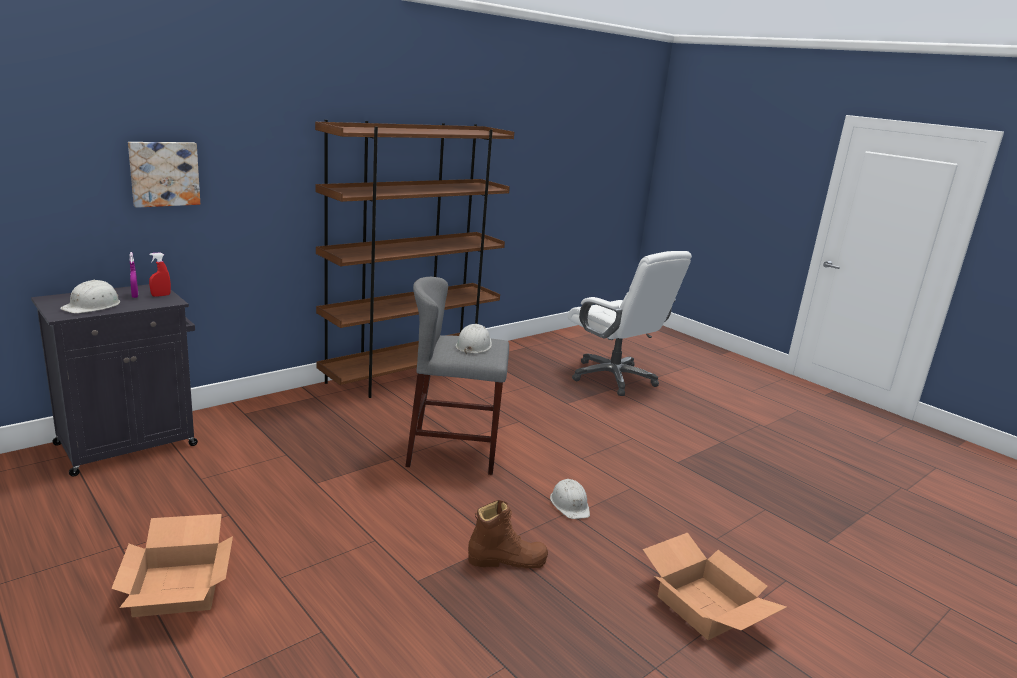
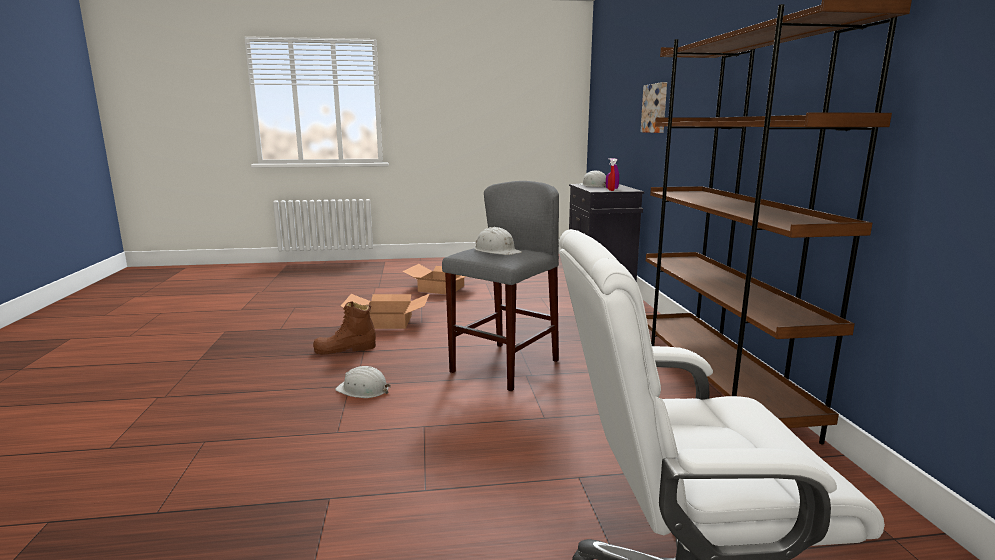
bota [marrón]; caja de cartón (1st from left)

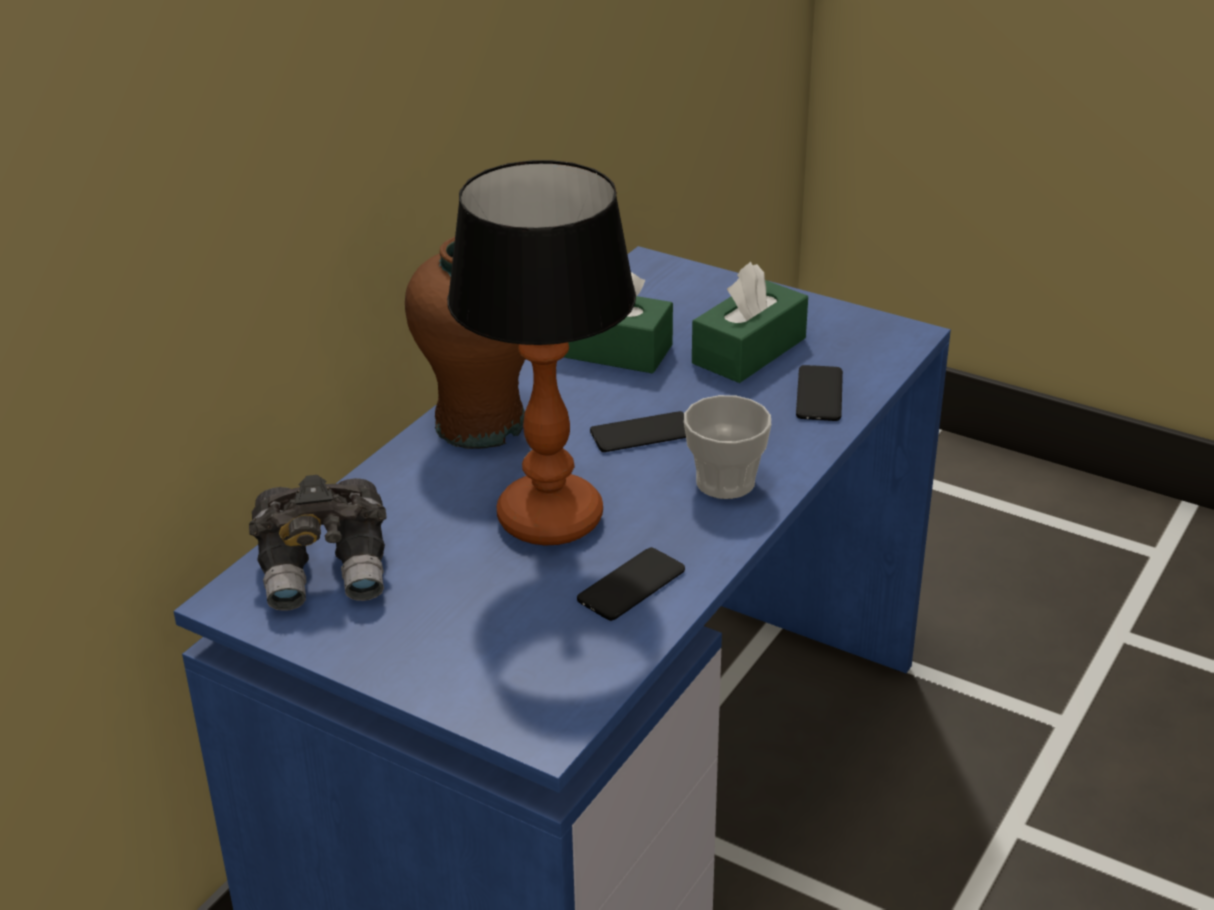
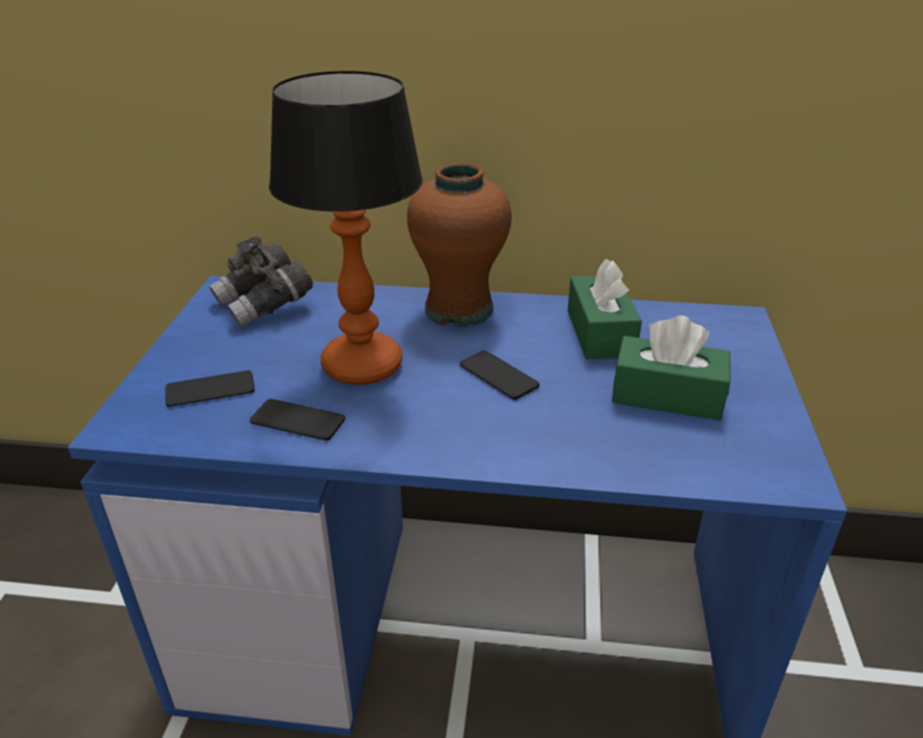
móvil (1st from left); taza

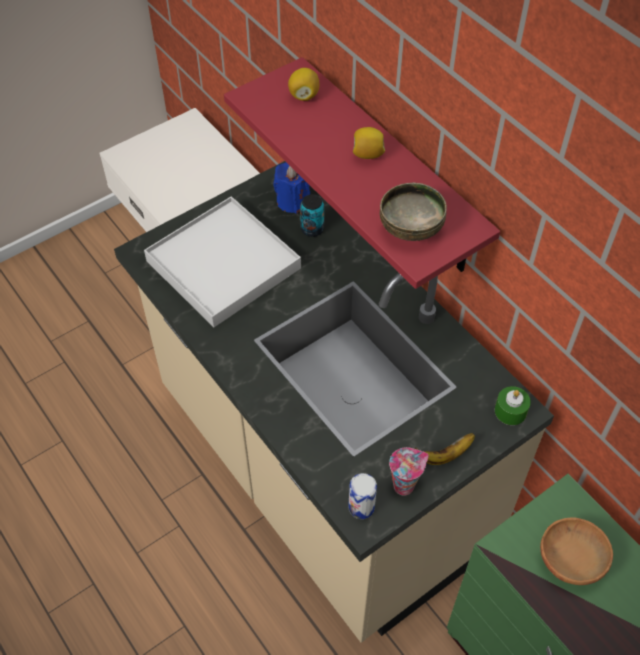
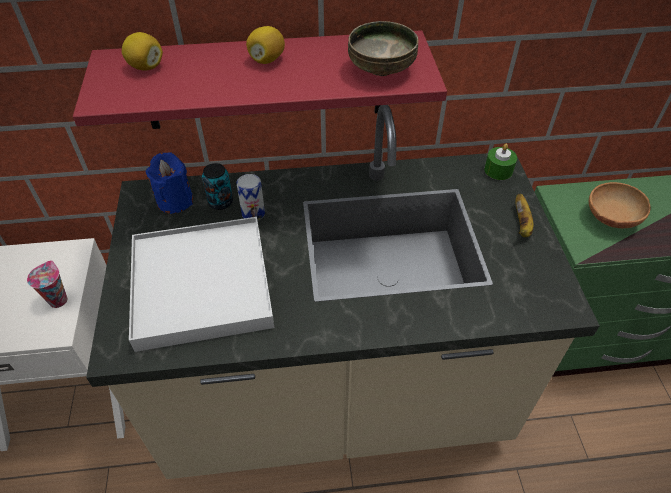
taza; lata (2nd from left)

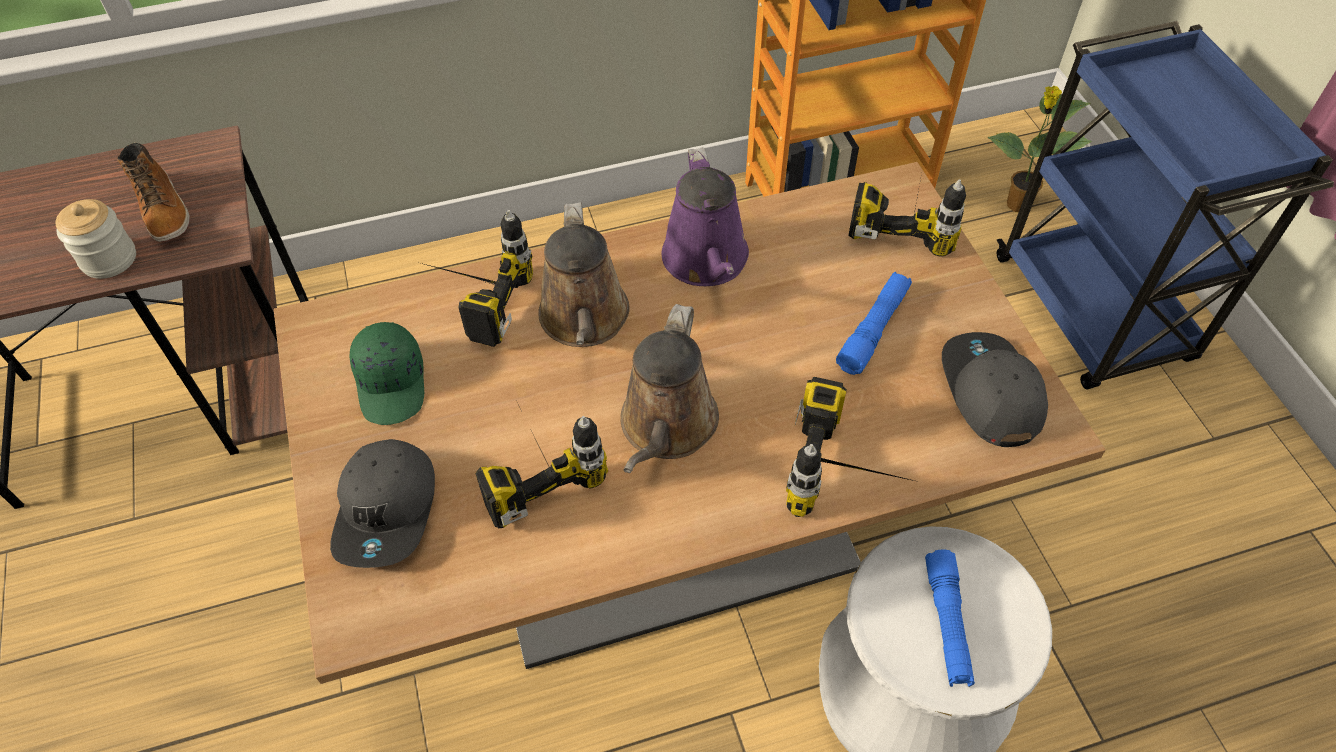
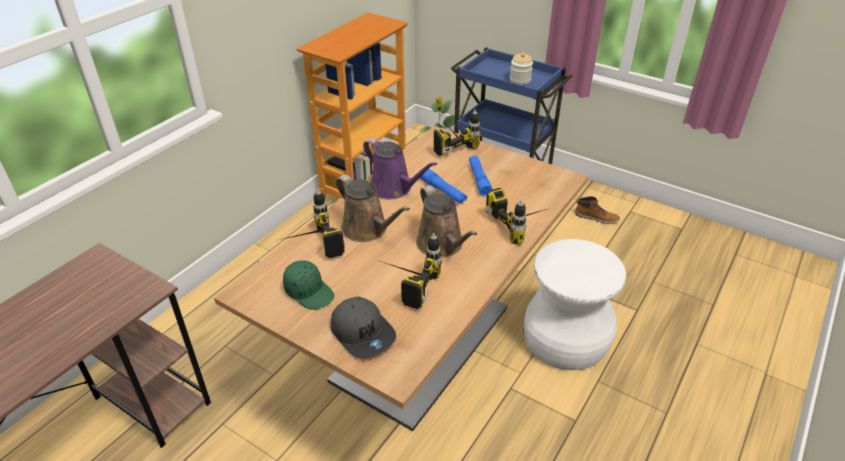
linterna [azul] (1st from left); tarro; bota; gorra [gris] (2nd from left in the first image)

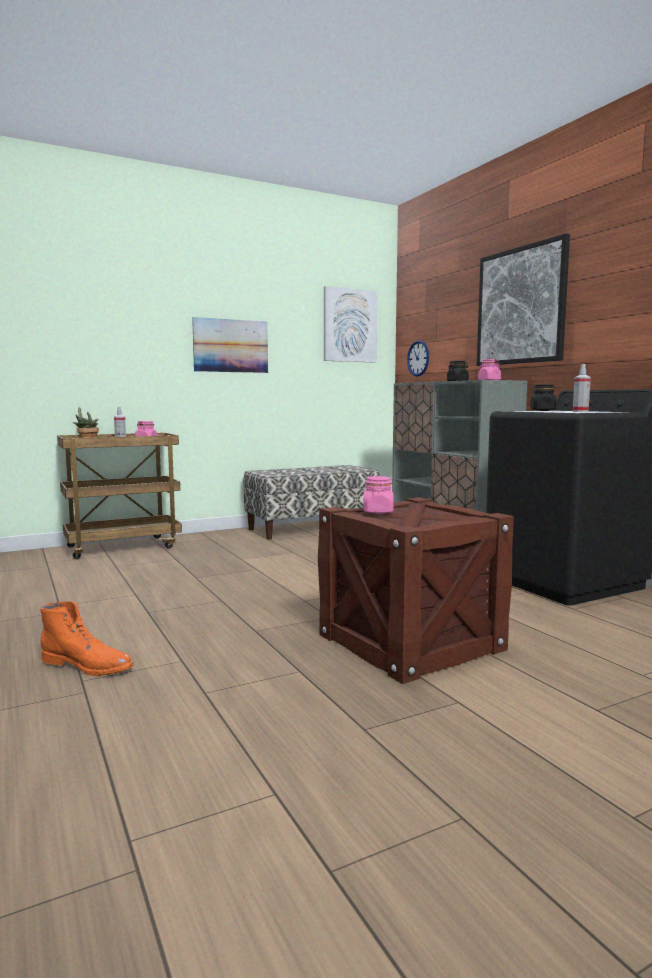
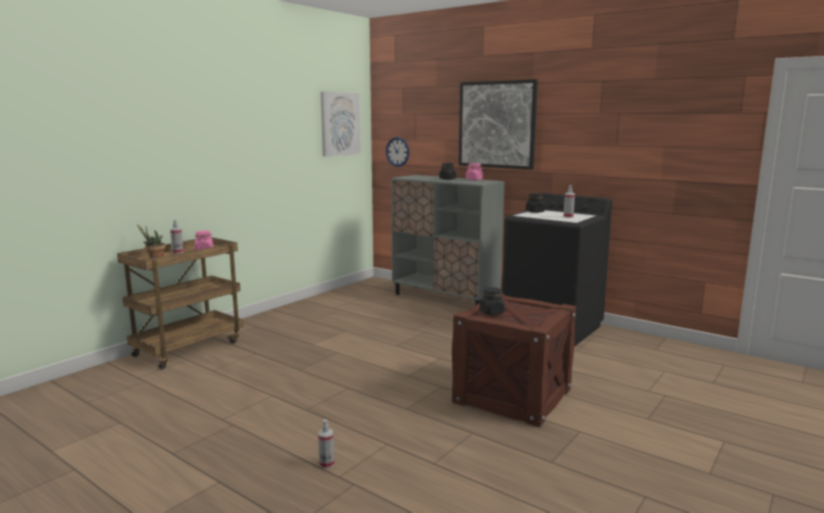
pulverizador (2nd from left); tarro [negro] (2nd from left); cuadro (1st from left in the first image); banco

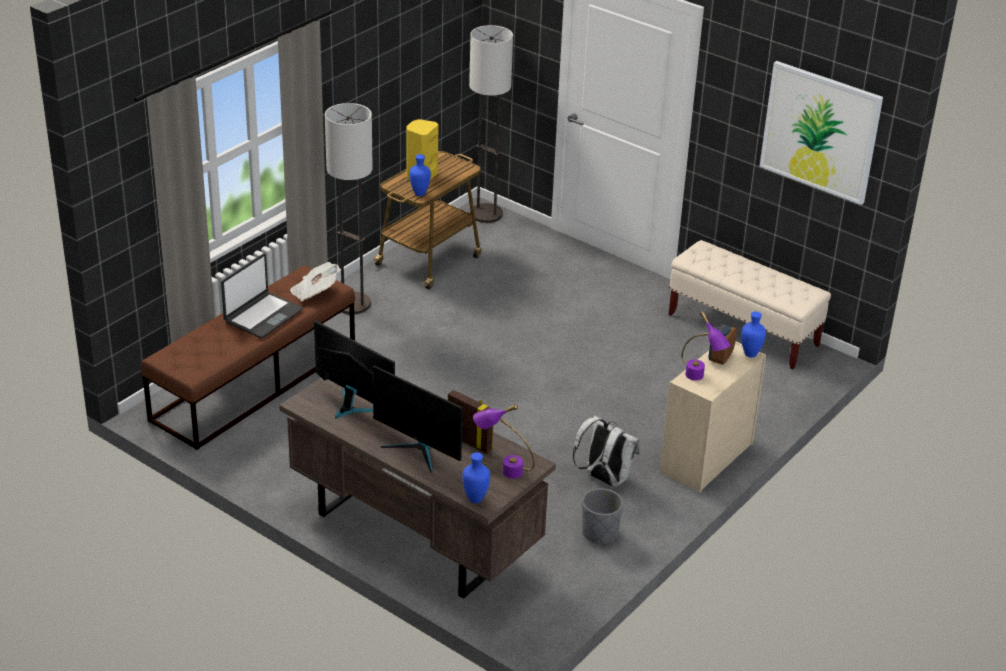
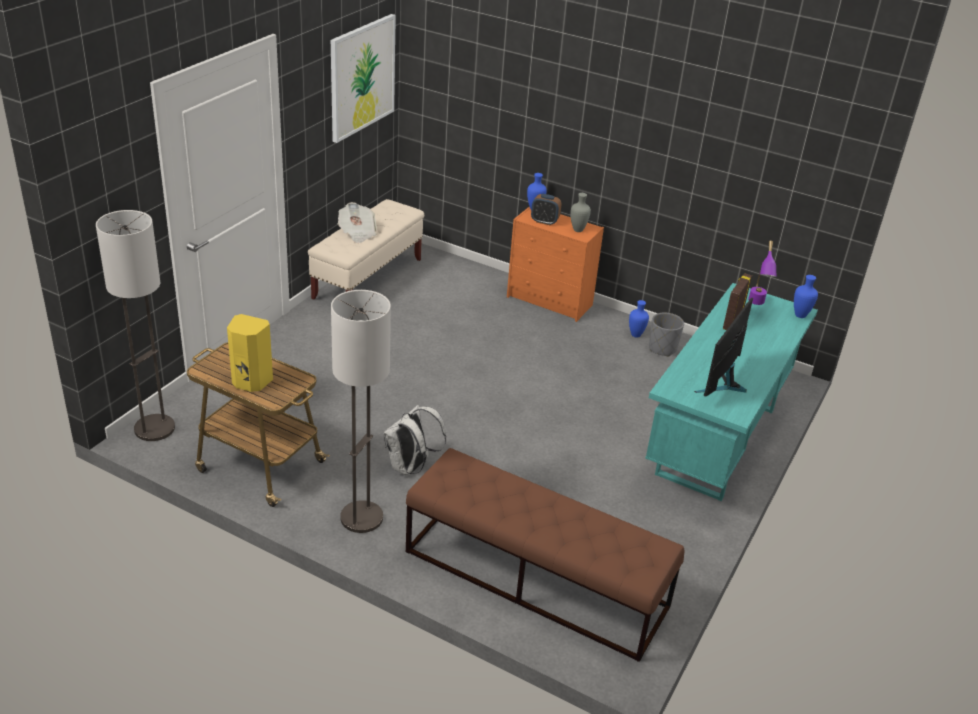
periódico; mochila [blanco]; cómoda [naranja]; florero [gris]; florero [azul] (2nd from left); escritorio [turquesa]; portátil; monitor (2nd from left in the first image)

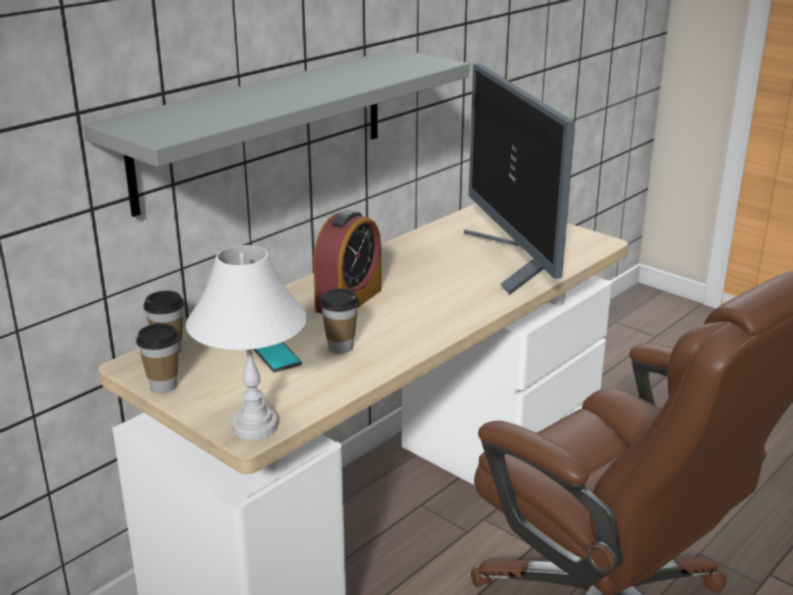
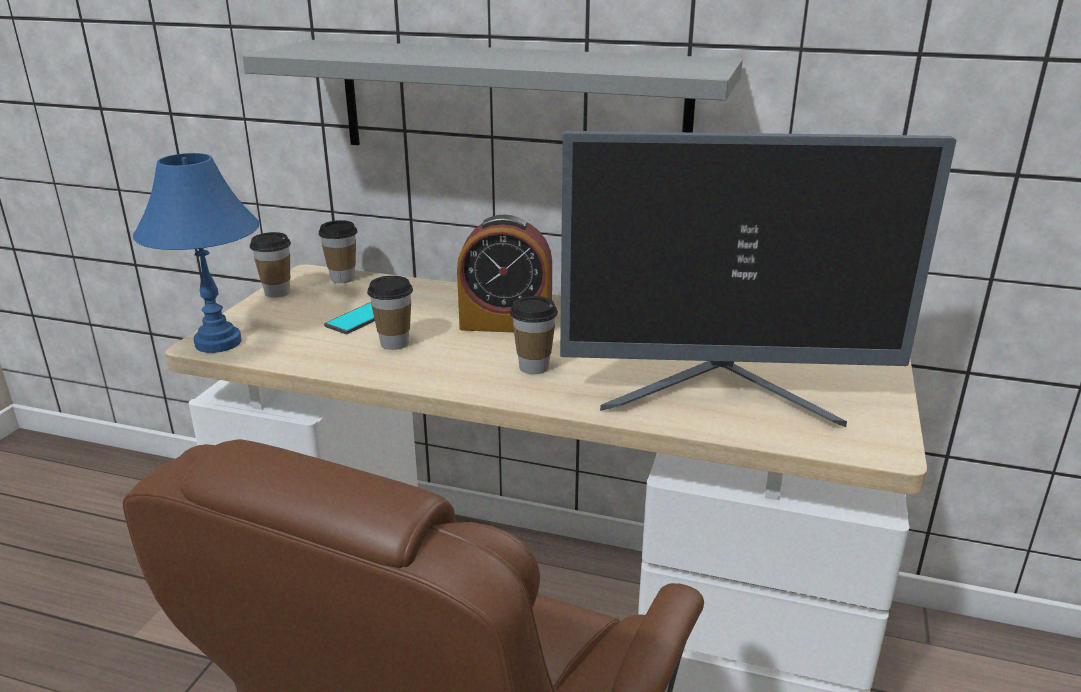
lámpara de mesa [azul]; taza (4th from left); monitor

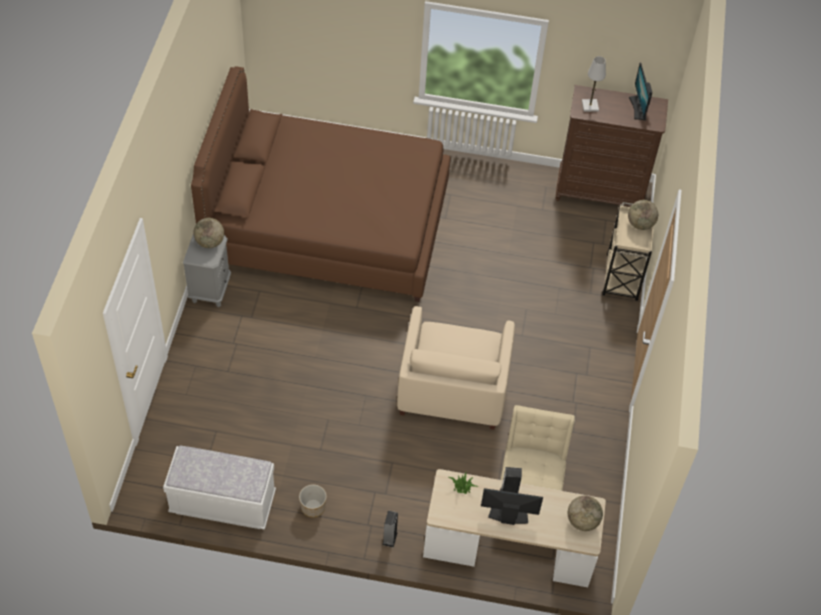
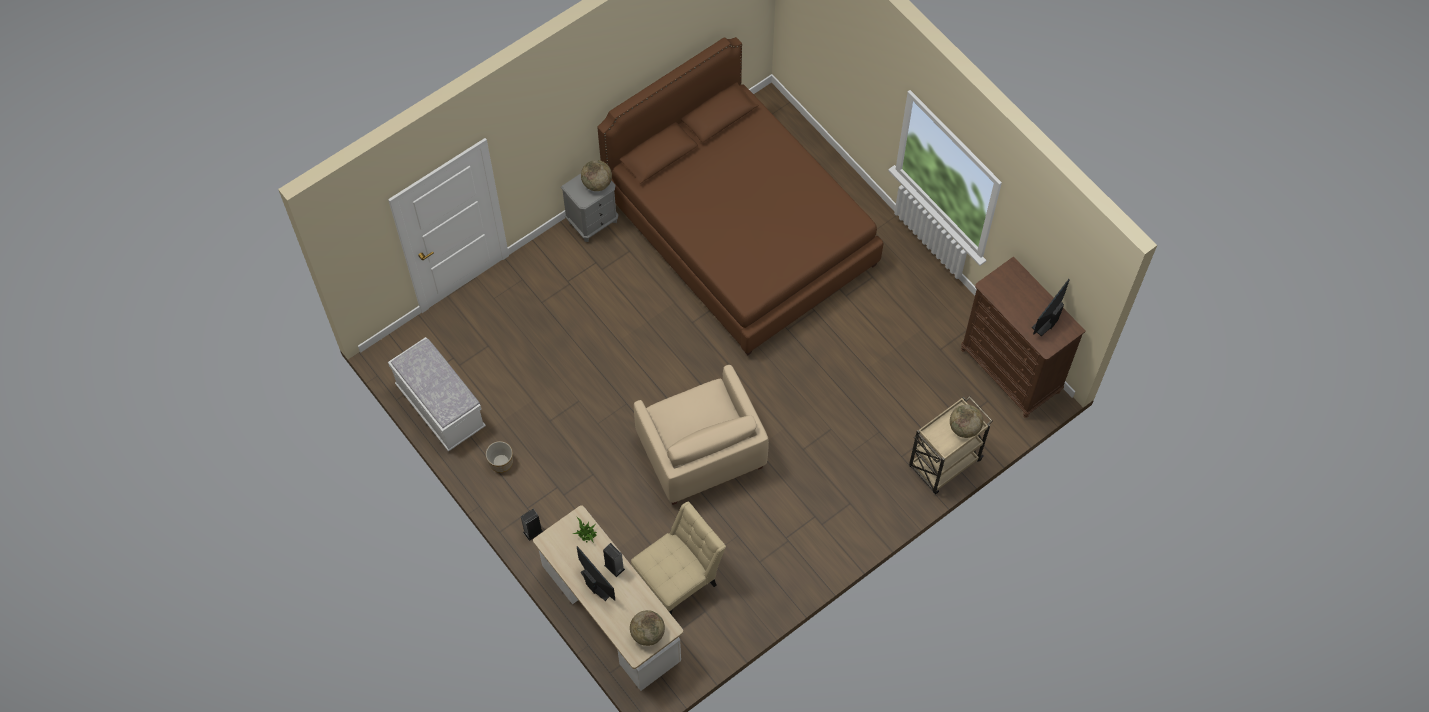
sillón [beis]; lámpara de mesa [blanco]

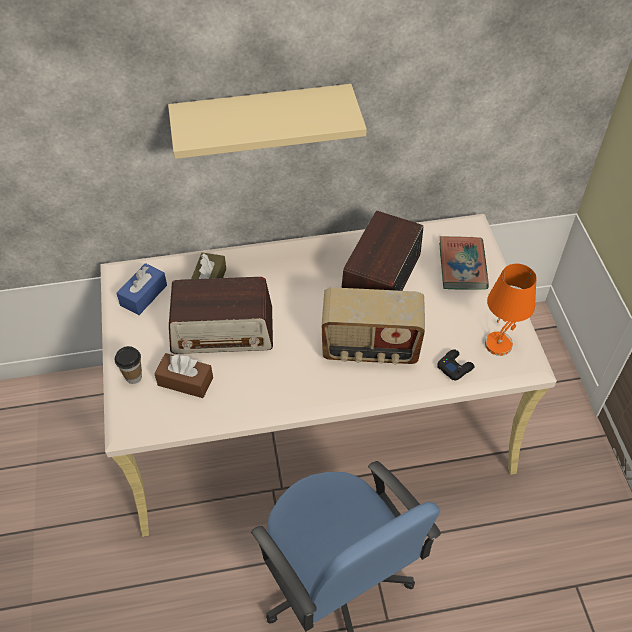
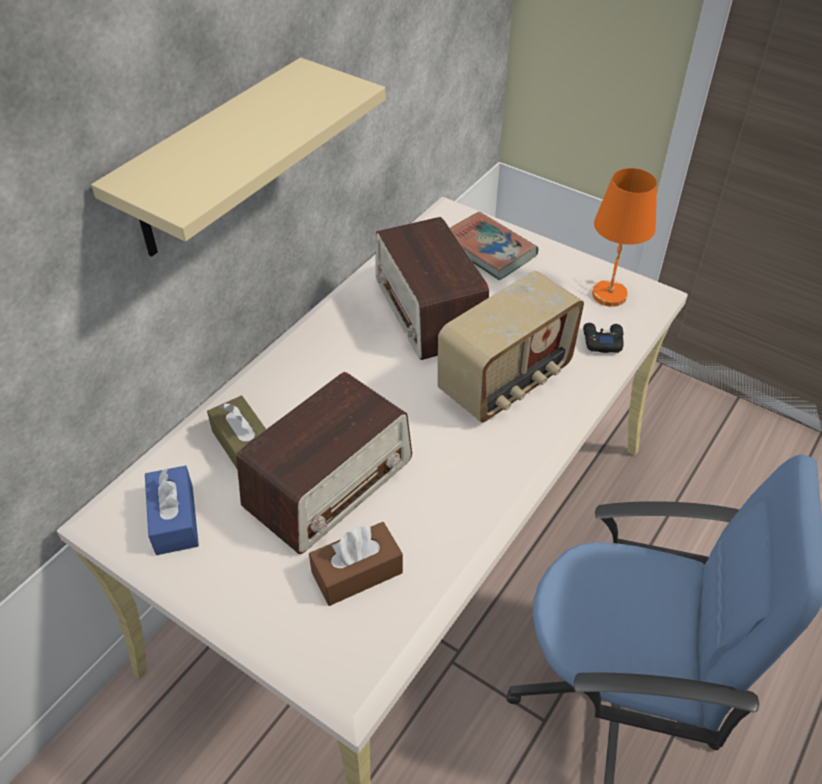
taza

